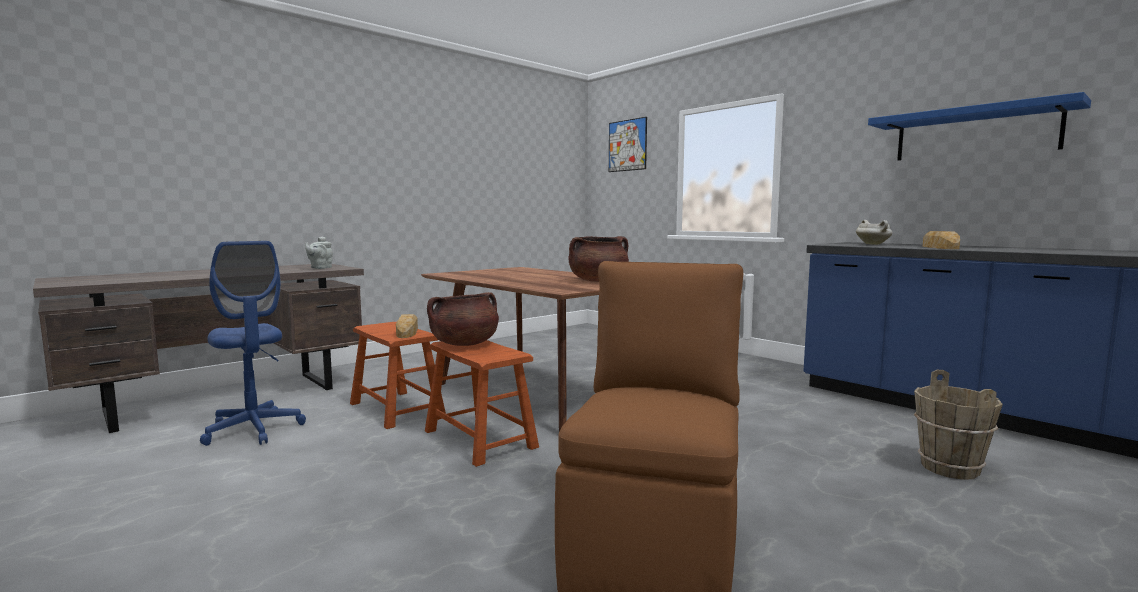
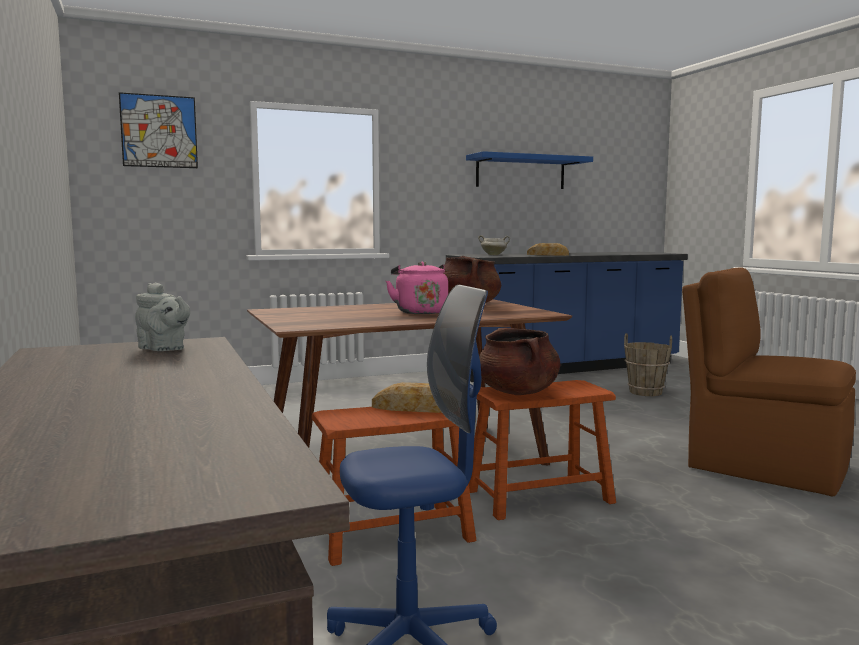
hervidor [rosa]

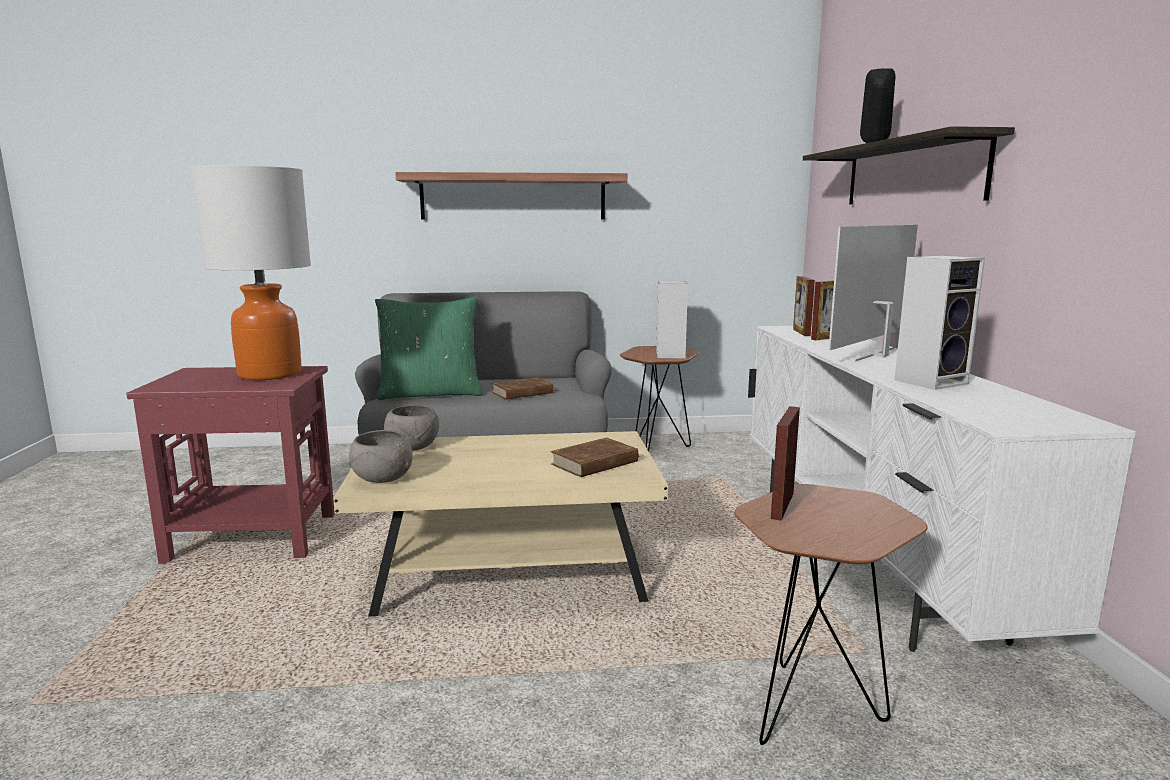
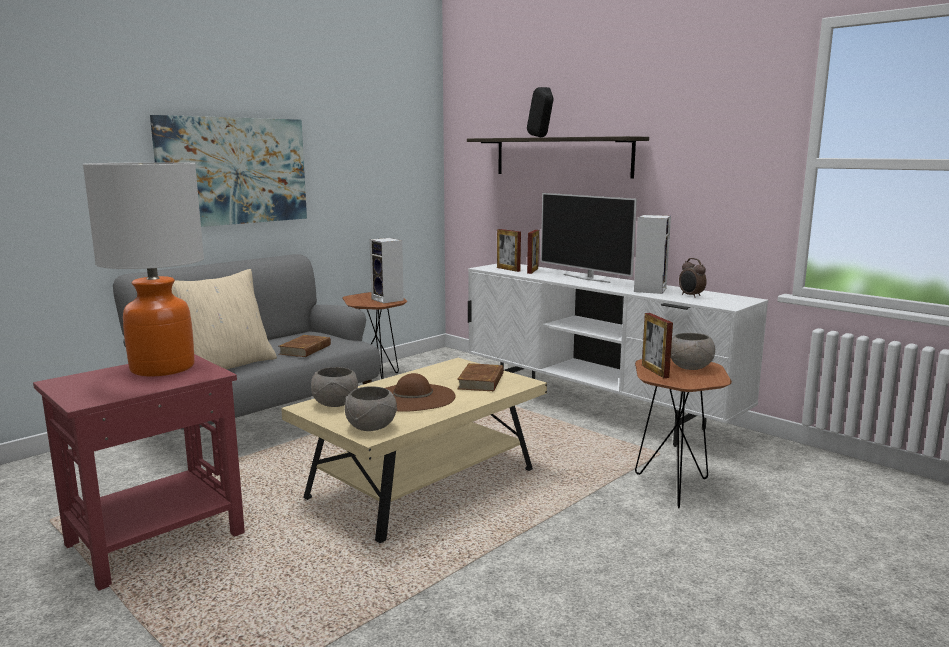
cuadro; cojín [beis]; sombrero [marrón]; televisor; cuenco [gris] (3rd from left); despertador

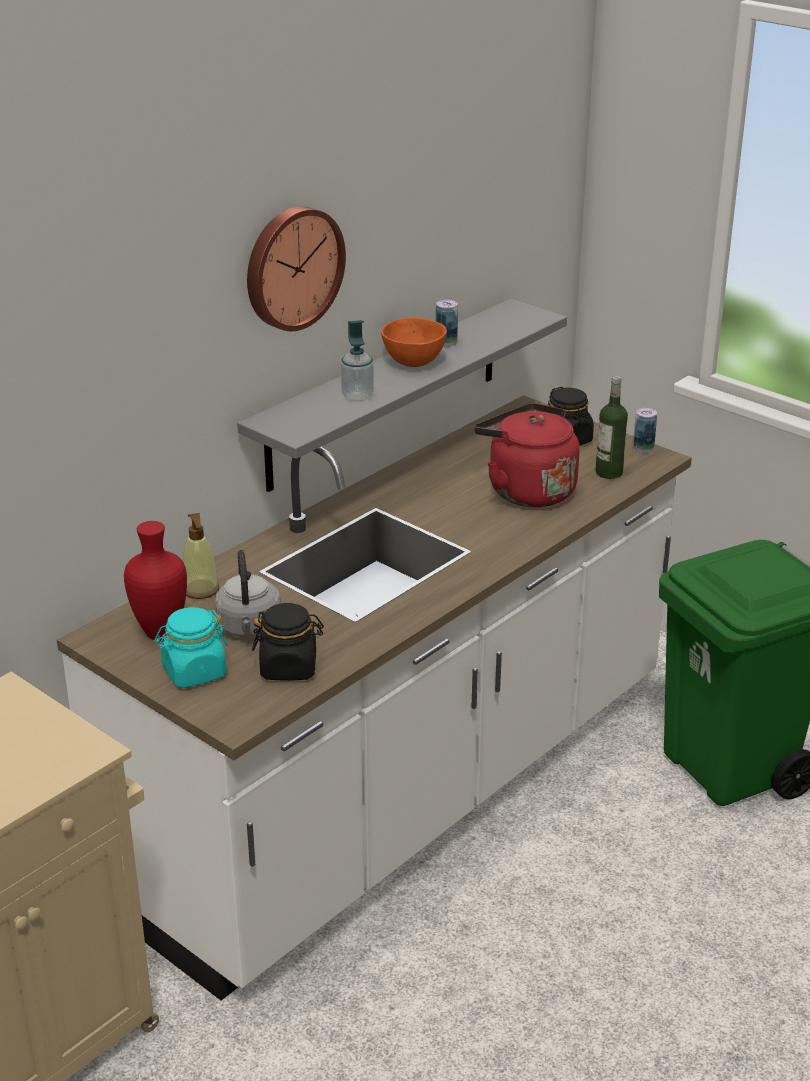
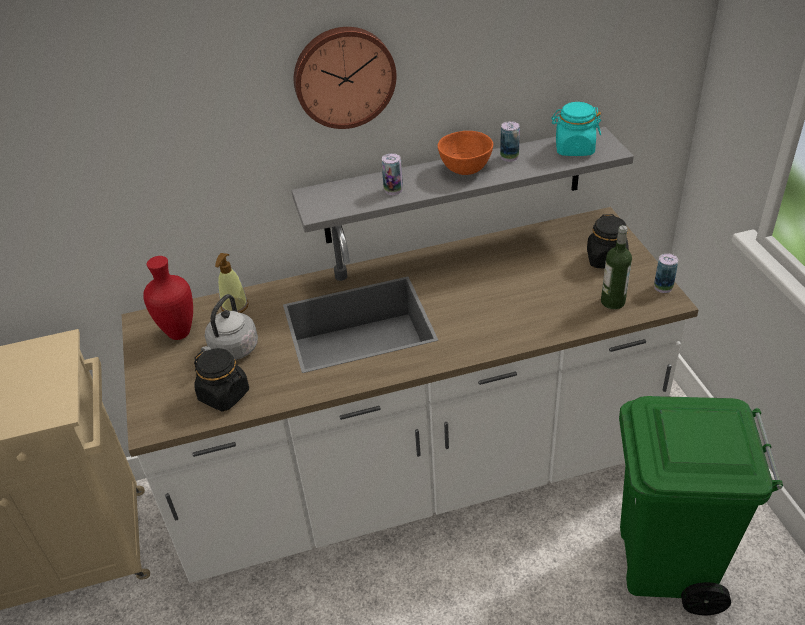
lata (1st from left); tarro [turquesa]; hervidor [rojo]

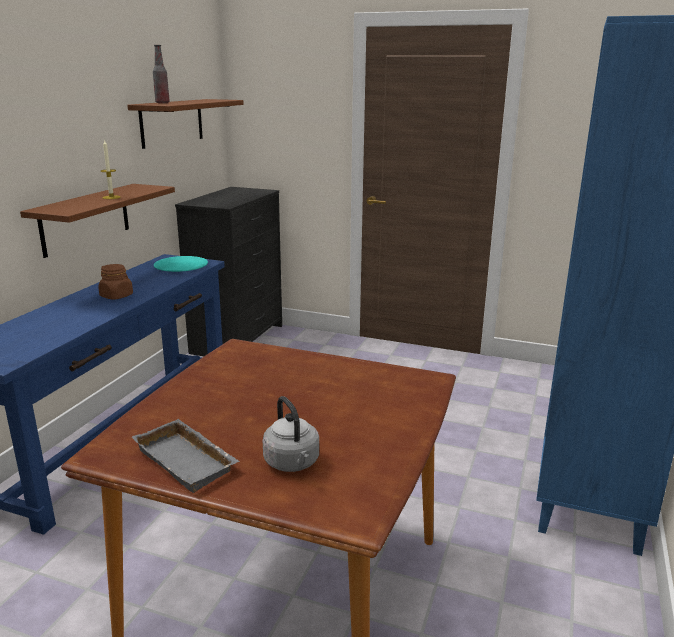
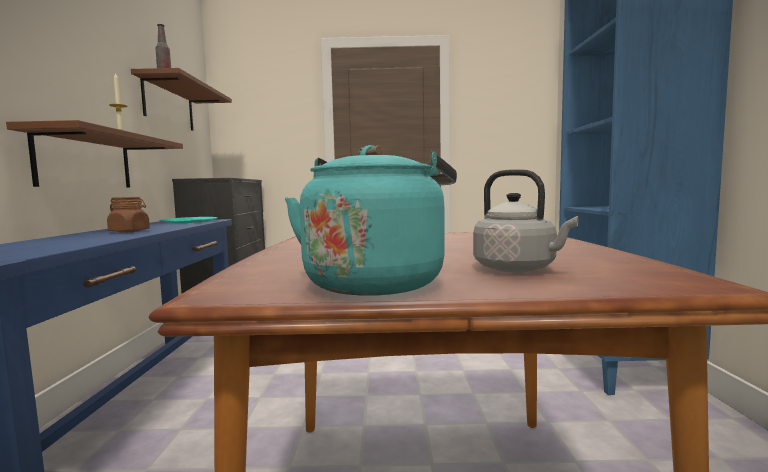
hervidor [turquesa]

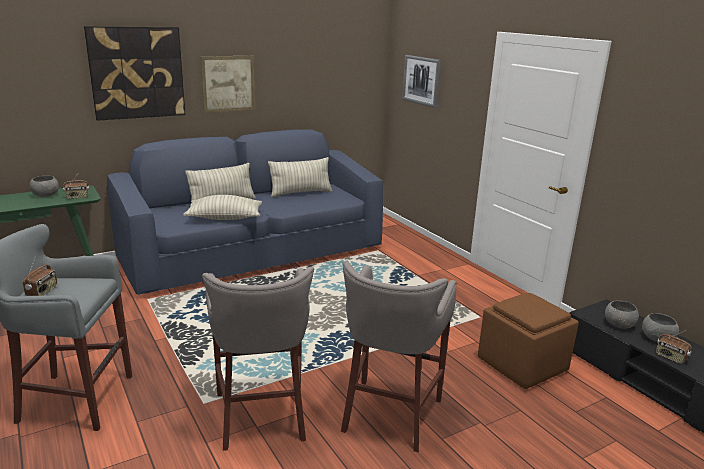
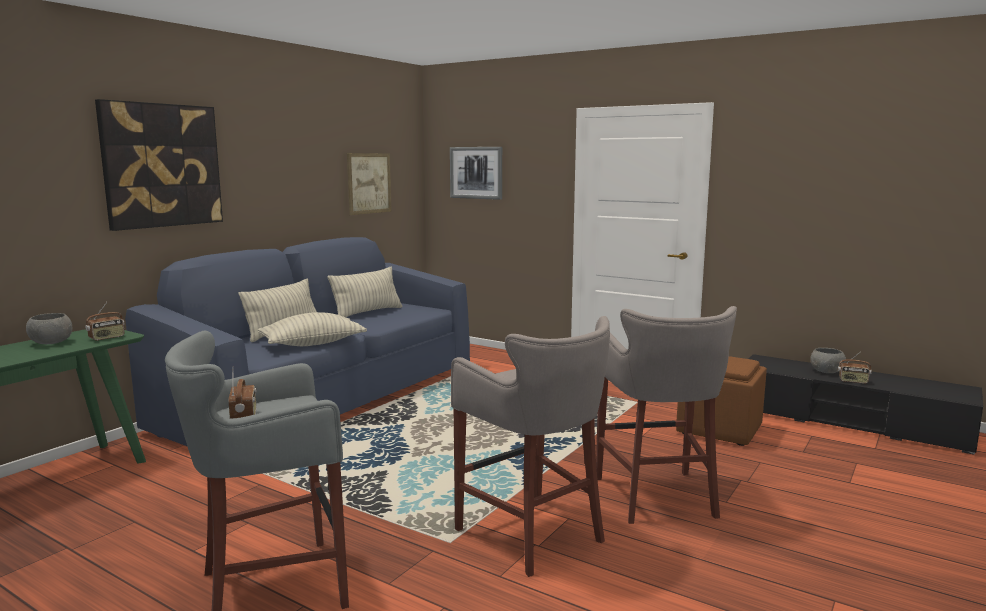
cuadro (2nd from left); cuenco [gris] (2nd from left in the first image)

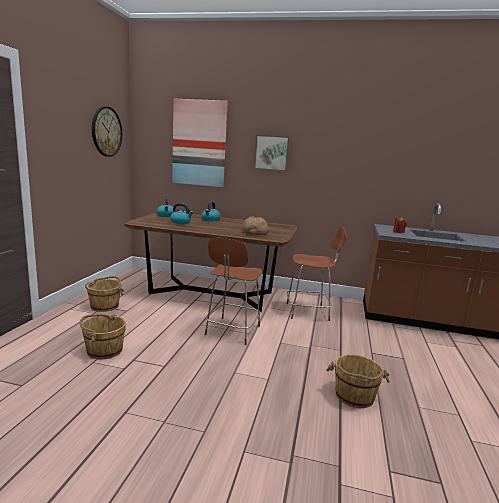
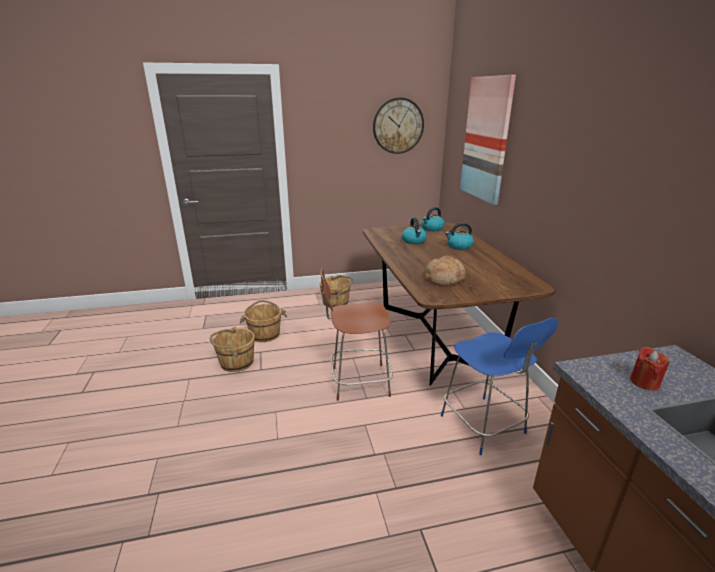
cubo [marrón] (1st from left); silla [azul]; cuadro (2nd from left in the first image)

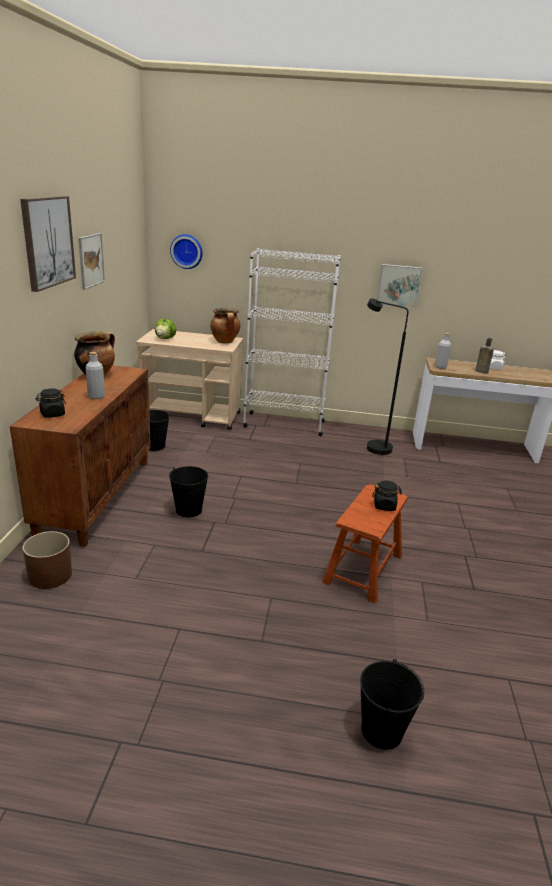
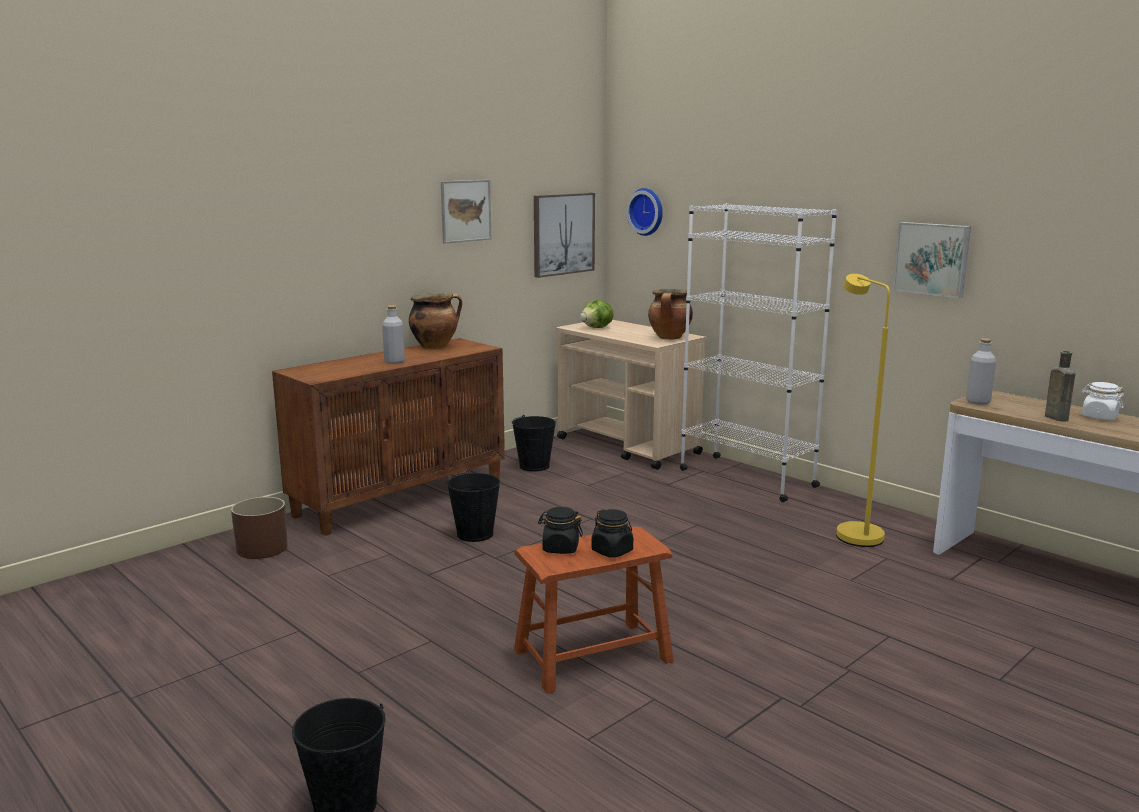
cuadro (2nd from left); tarro [negro] (1st from left); lámpara de pie [amarillo]

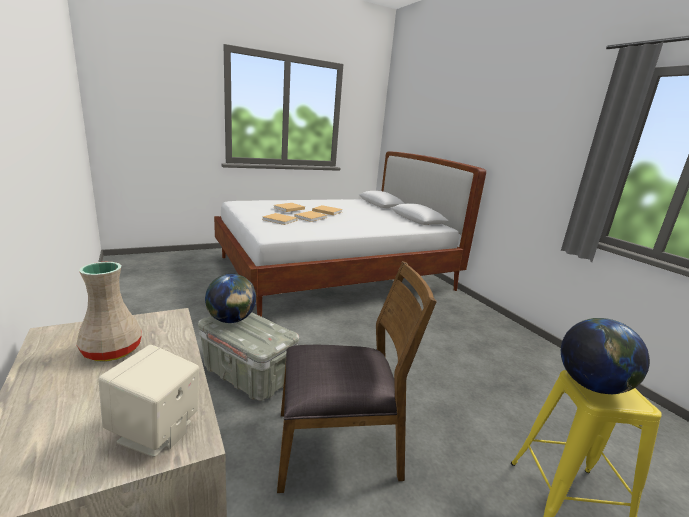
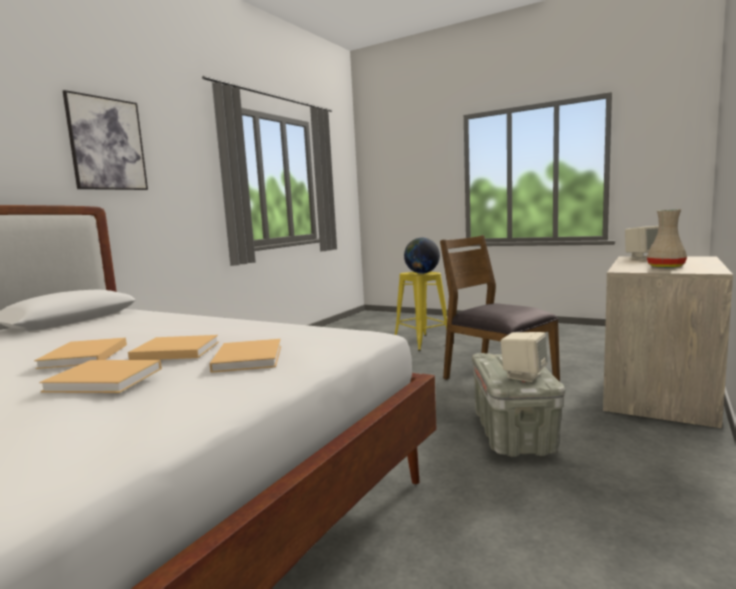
cuadro; altavoz [beis] (1st from left)

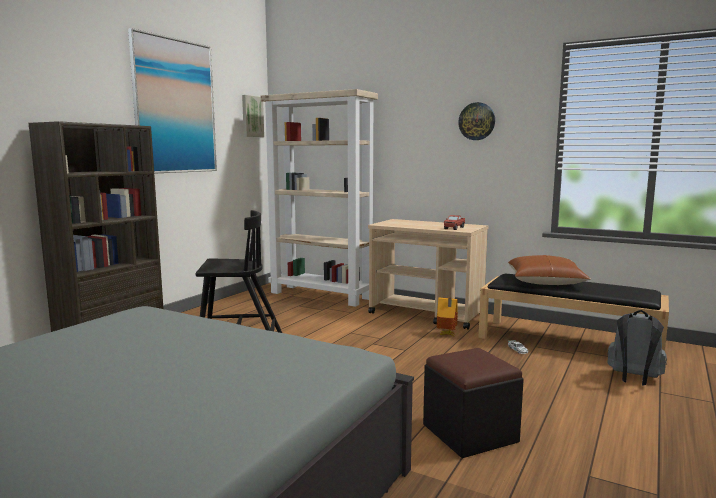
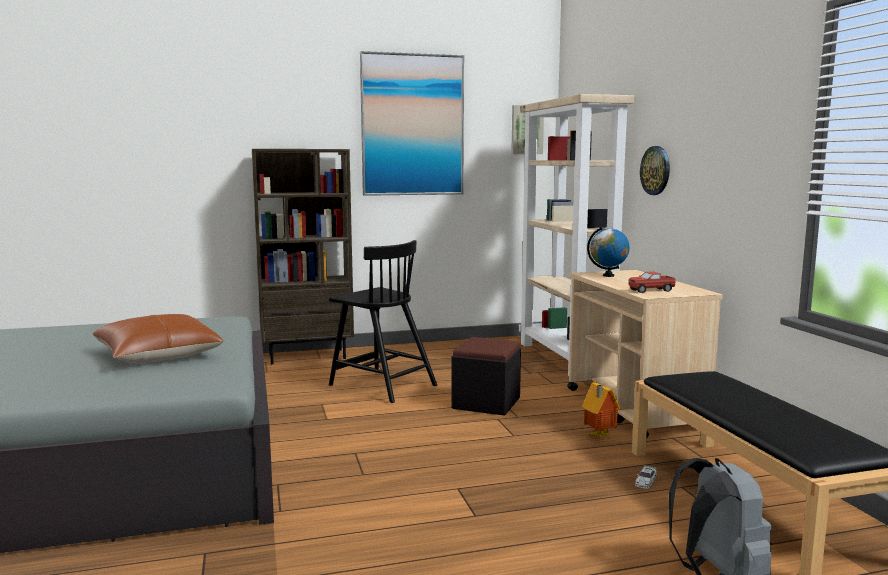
cojín [marrón]; puf [negro]; globo terráqueo; reloj de pared

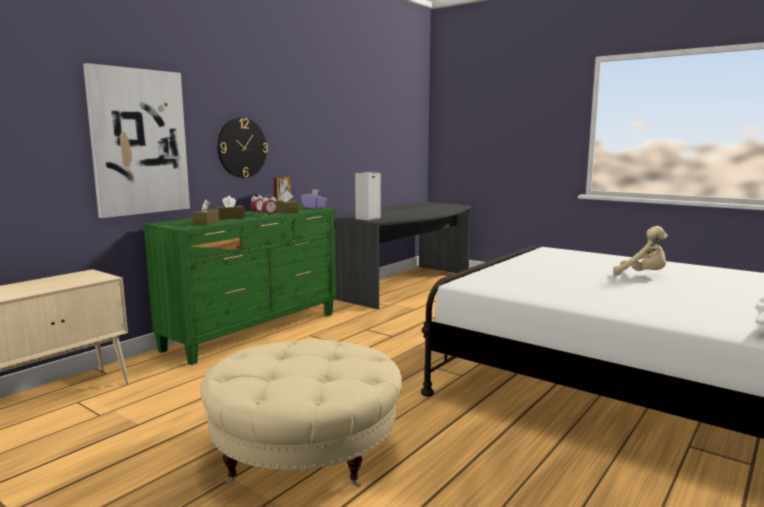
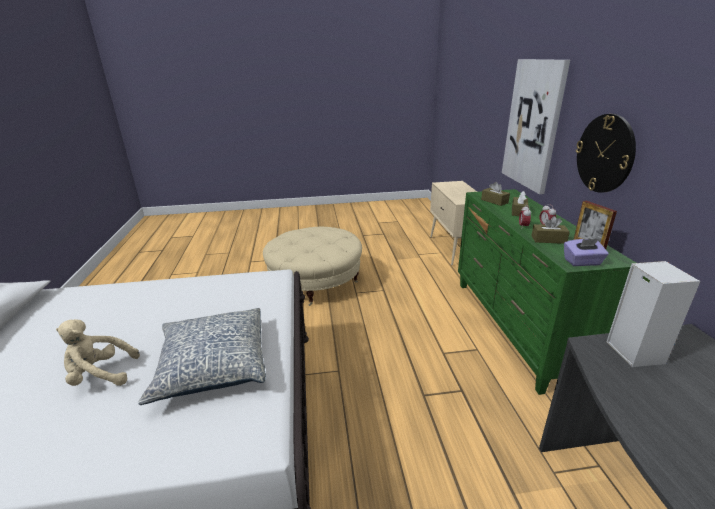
cojín

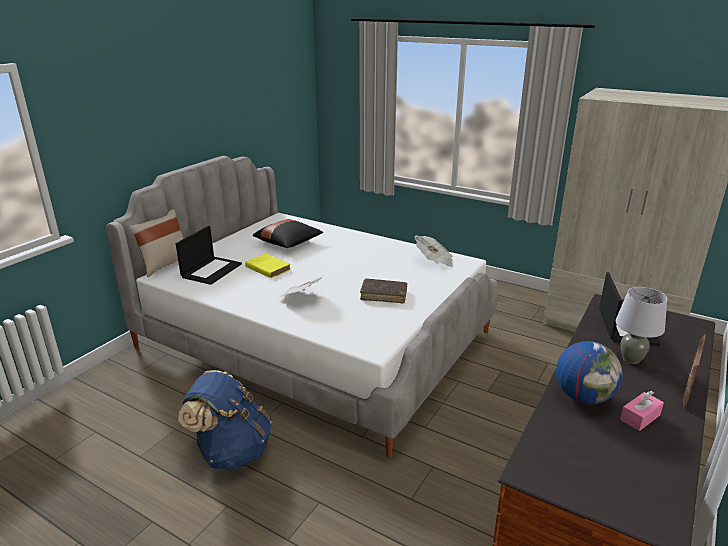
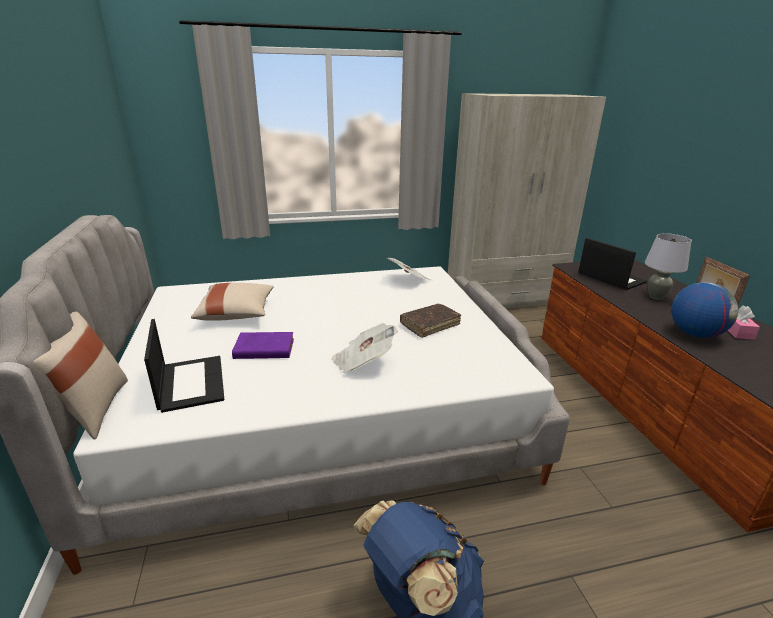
cojín [beis] (2nd from left); libro [morado]

